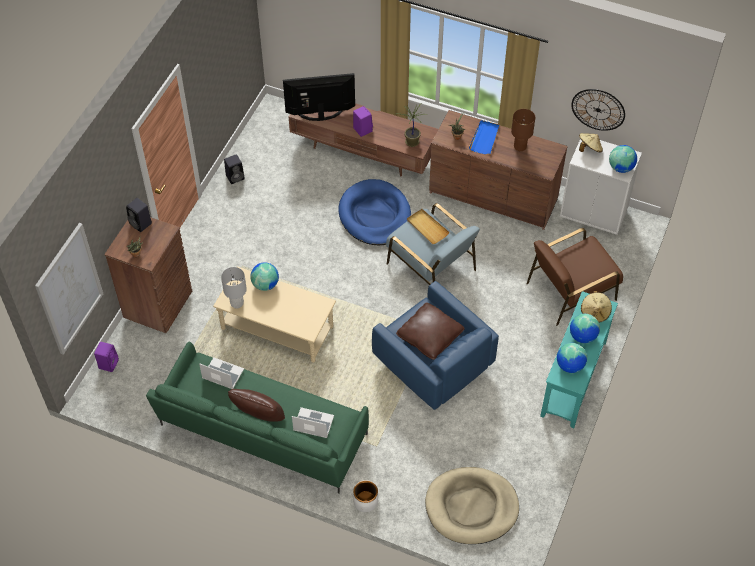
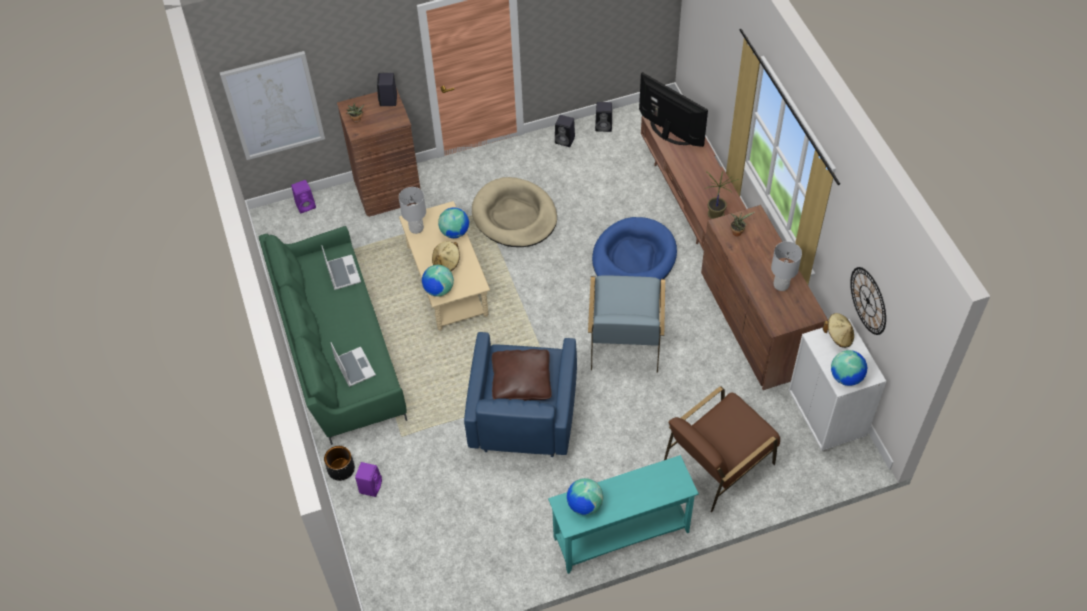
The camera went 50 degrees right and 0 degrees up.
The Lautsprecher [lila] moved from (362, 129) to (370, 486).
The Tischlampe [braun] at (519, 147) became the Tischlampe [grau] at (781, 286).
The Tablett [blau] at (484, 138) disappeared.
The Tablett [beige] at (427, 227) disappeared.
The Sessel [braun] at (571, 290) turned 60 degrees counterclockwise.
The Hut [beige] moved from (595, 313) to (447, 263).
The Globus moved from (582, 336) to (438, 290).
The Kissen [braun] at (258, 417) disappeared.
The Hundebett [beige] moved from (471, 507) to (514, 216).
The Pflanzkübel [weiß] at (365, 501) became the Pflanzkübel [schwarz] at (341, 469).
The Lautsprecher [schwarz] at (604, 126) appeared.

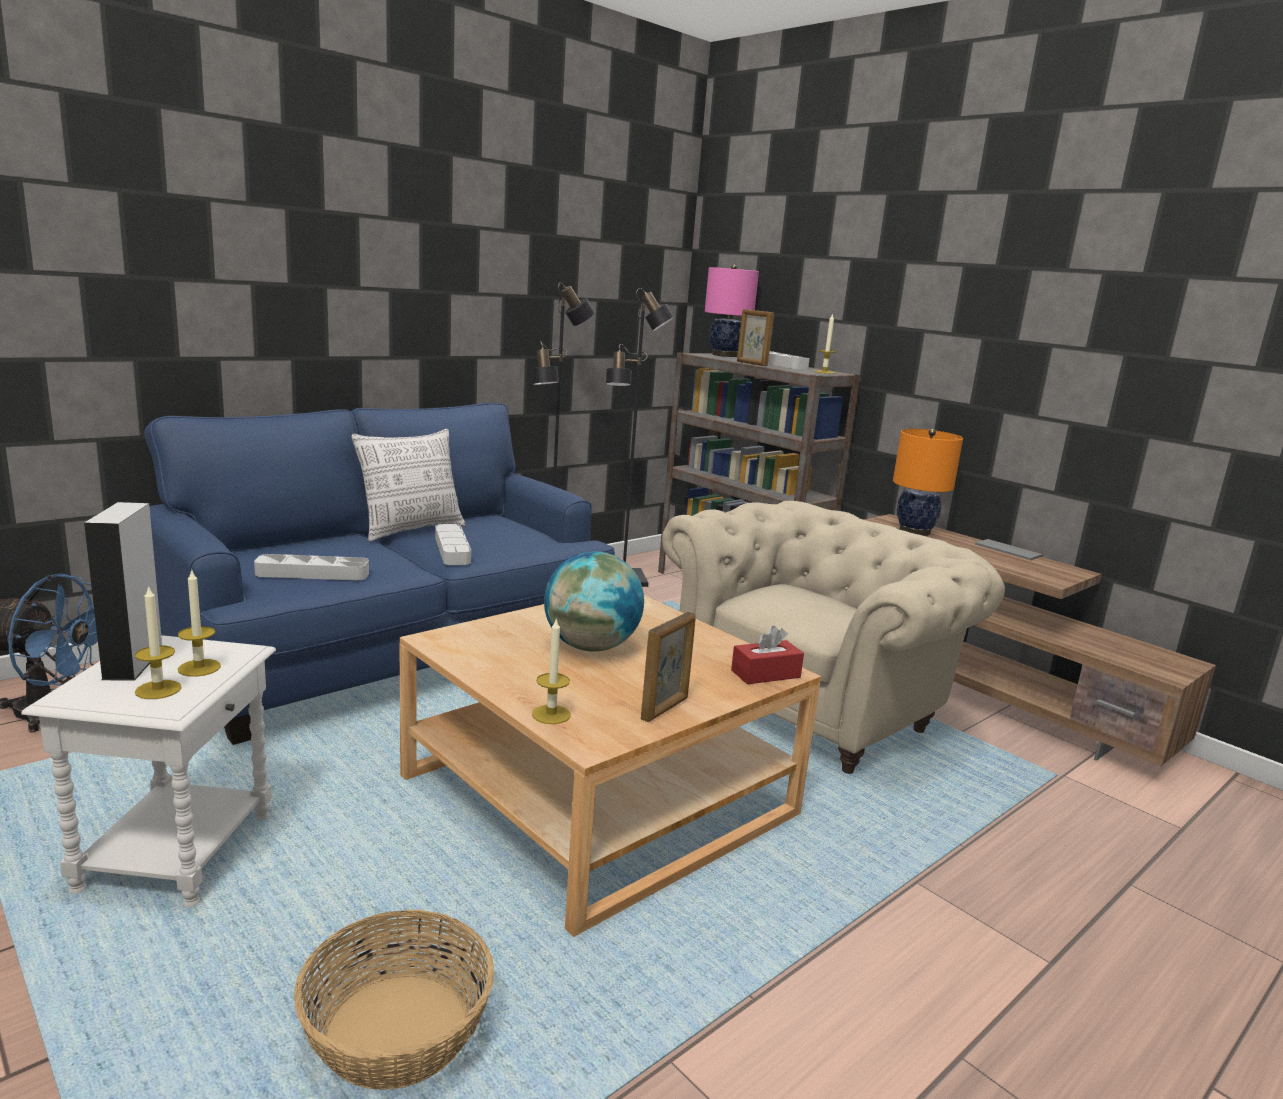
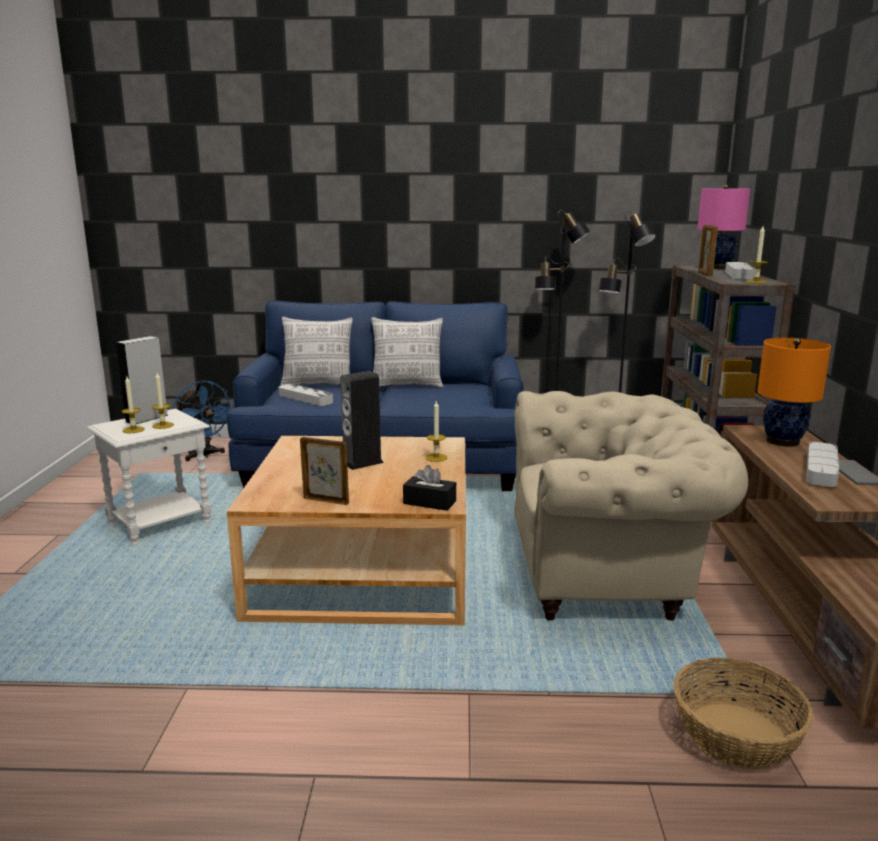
The camera went 45 degrees right and 0 degrees up.
The Tablett [grau] moved from (452, 549) to (821, 469).
The Globus at (591, 647) was replaced by the Lautsprecher at (362, 462).
The Bilderrahmen at (665, 709) turned 150 degrees counterclockwise.
The Kerze moved from (551, 714) to (436, 457).
The Taschentuchbox [rot] at (765, 674) became the Taschentuchbox [schwarz] at (429, 502).
The Korb moved from (396, 1029) to (735, 734).
The Kissen at (318, 385) appeared.

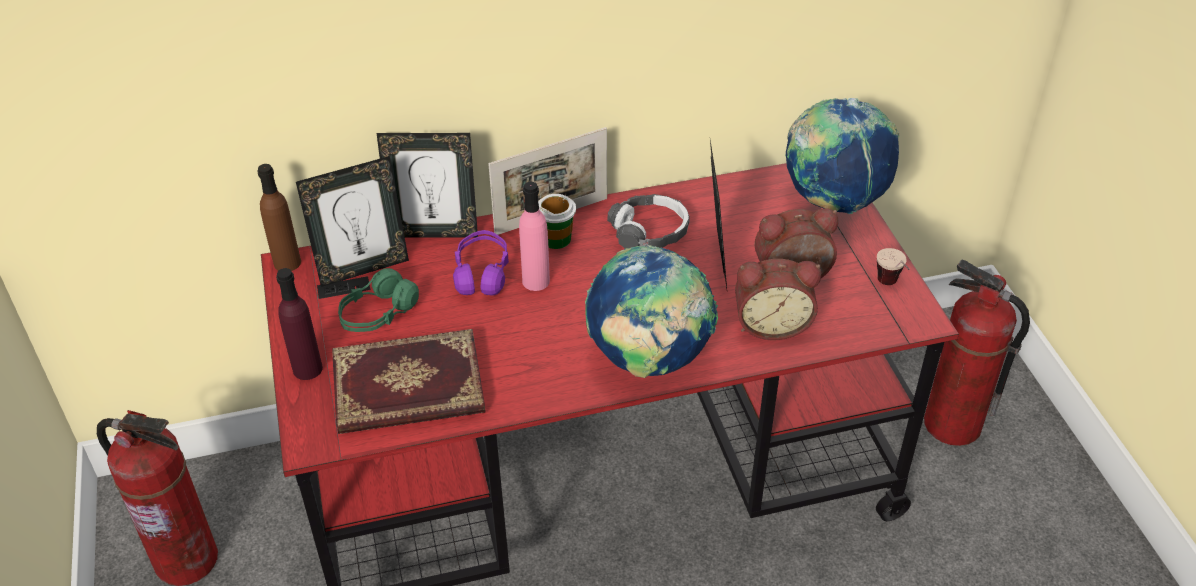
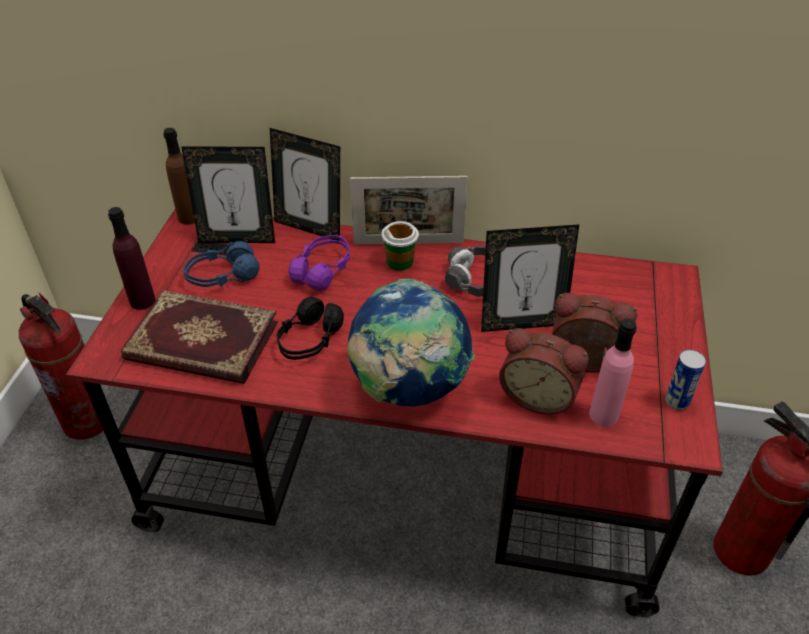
The camera went 25 degrees right and 0 degrees up.
The Globus at (833, 201) disappeared.
The Bilderrahmen at (714, 261) turned 60 degrees clockwise.
The Flasche [rosa] moved from (536, 281) to (603, 415).
The Tasse at (891, 287) was replaced by the Dose at (677, 401).
The Kopfhörer [grün] at (378, 314) became the Kopfhörer [blau] at (222, 276).
The Kopfhörer [schwarz] at (309, 340) appeared.

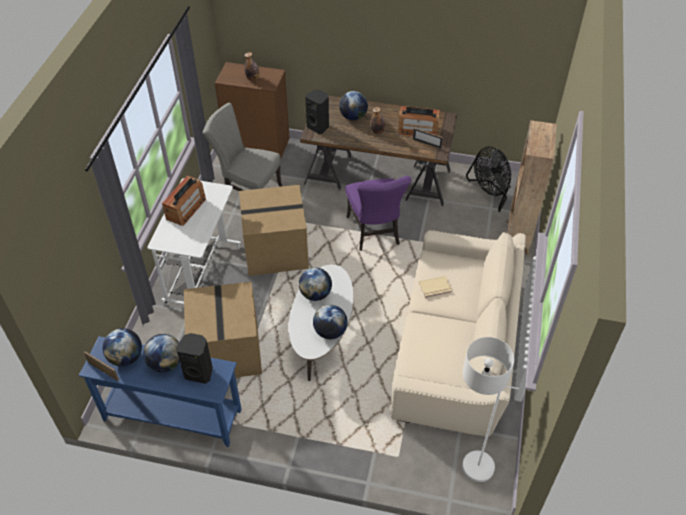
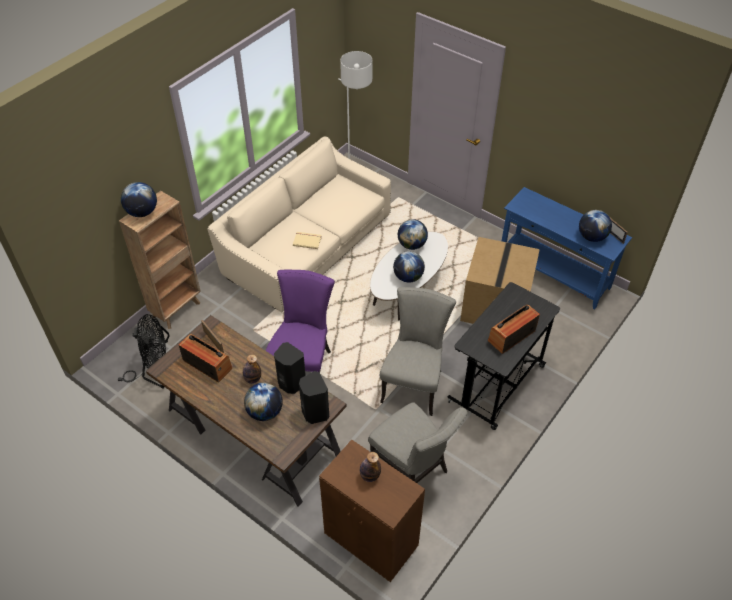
The camera went 155 degrees left and 0 degrees up.
The Schreibtisch [weiß] at (203, 274) became the Schreibtisch [schwarz] at (496, 384).
The Karton at (275, 251) was replaced by the Stuhl [grau] at (414, 383).
The Lautsprecher [schwarz] moved from (199, 372) to (291, 383).
The Globus moved from (165, 363) to (142, 212).

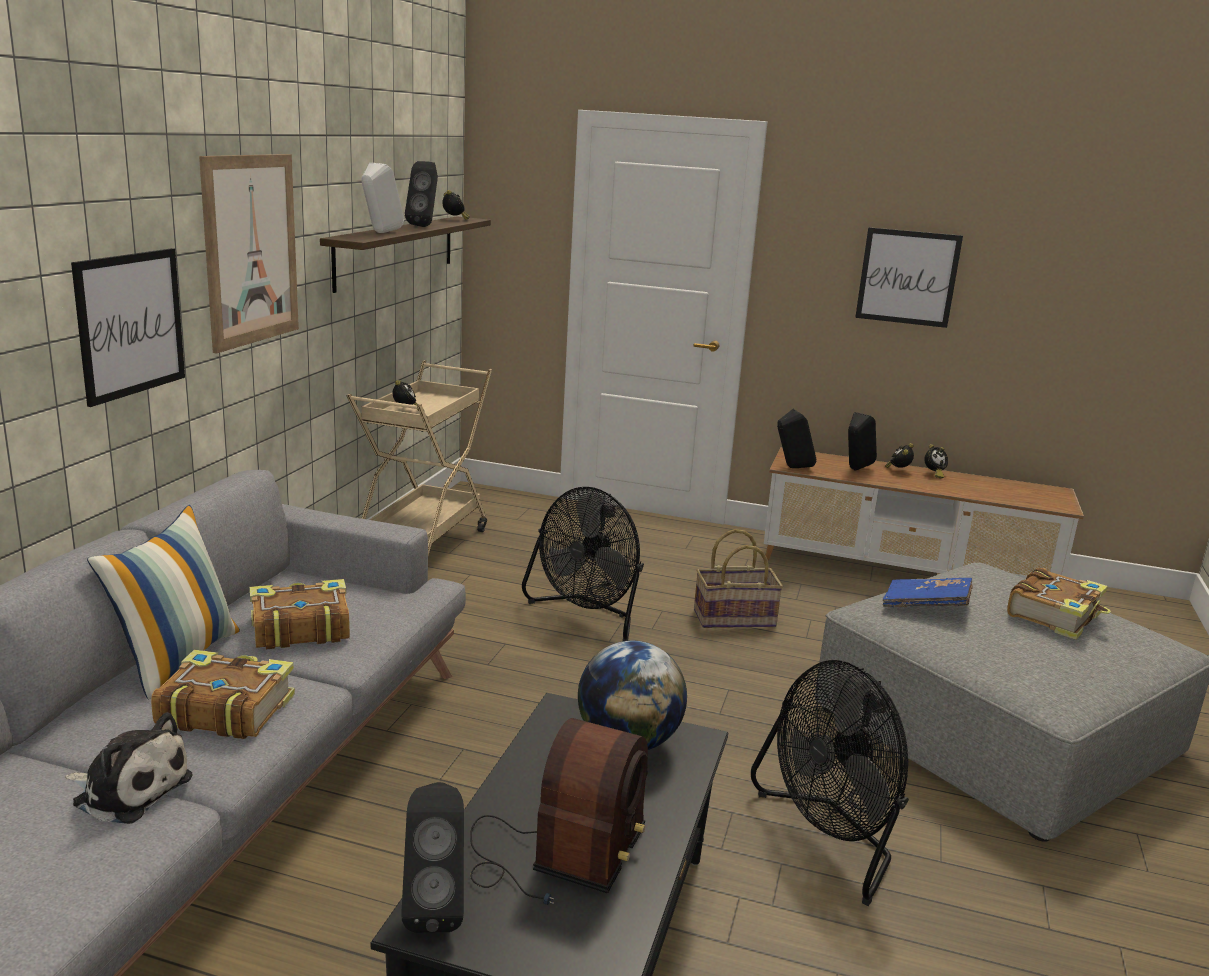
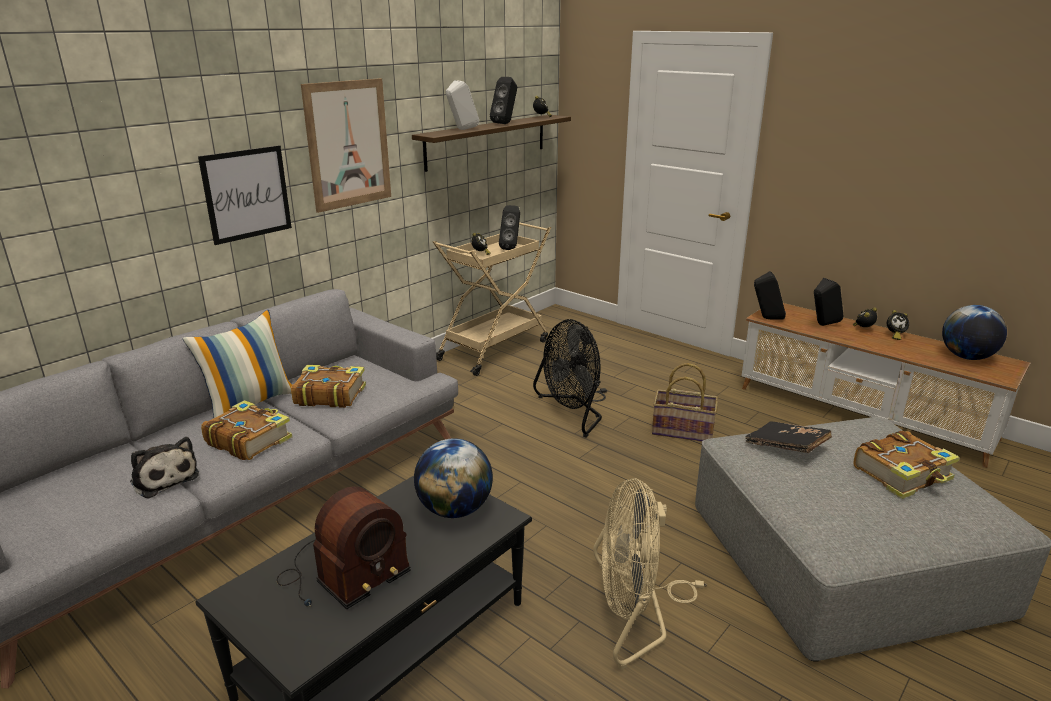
The camera went 25 degrees right and 5 degrees up.
The Bild at (907, 277) disappeared.
The Buch [blau] at (926, 606) became the Buch [schwarz] at (786, 448).
The Ventilator [schwarz] at (834, 833) became the Ventilator [beige] at (637, 609).
The Lautsprecher [schwarz] moved from (435, 907) to (512, 248).
The Globus at (967, 357) appeared.

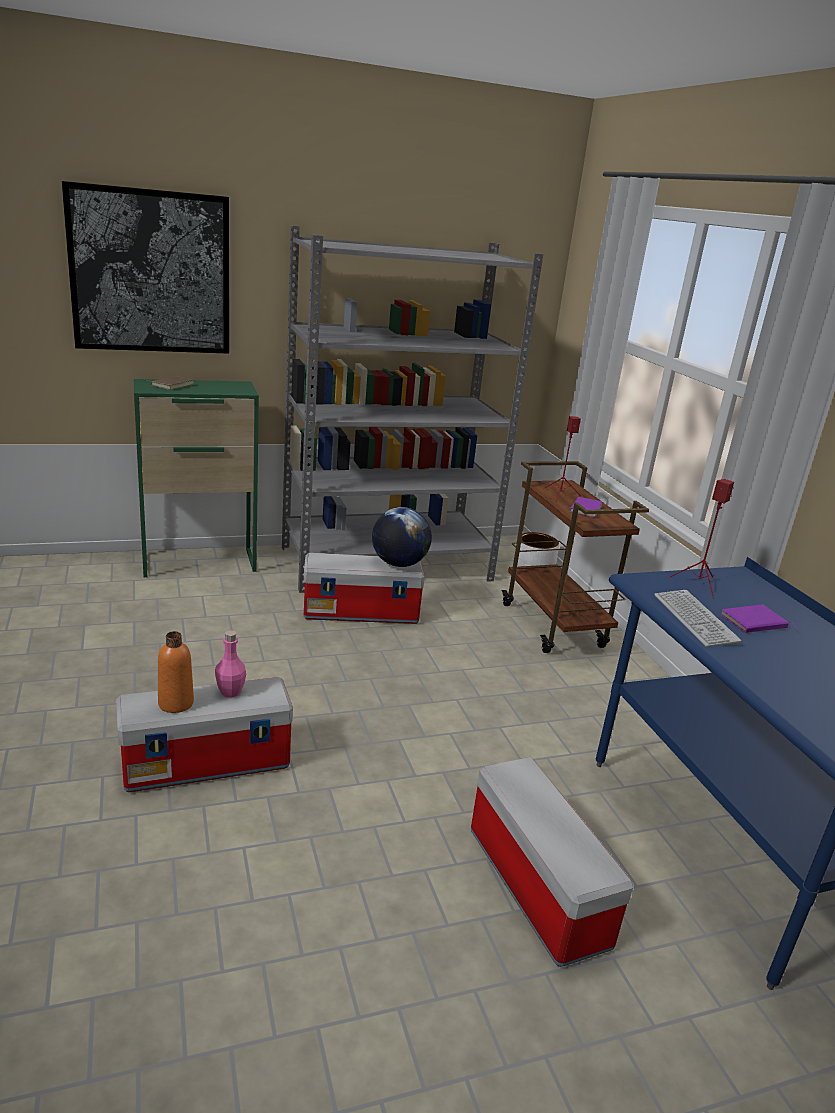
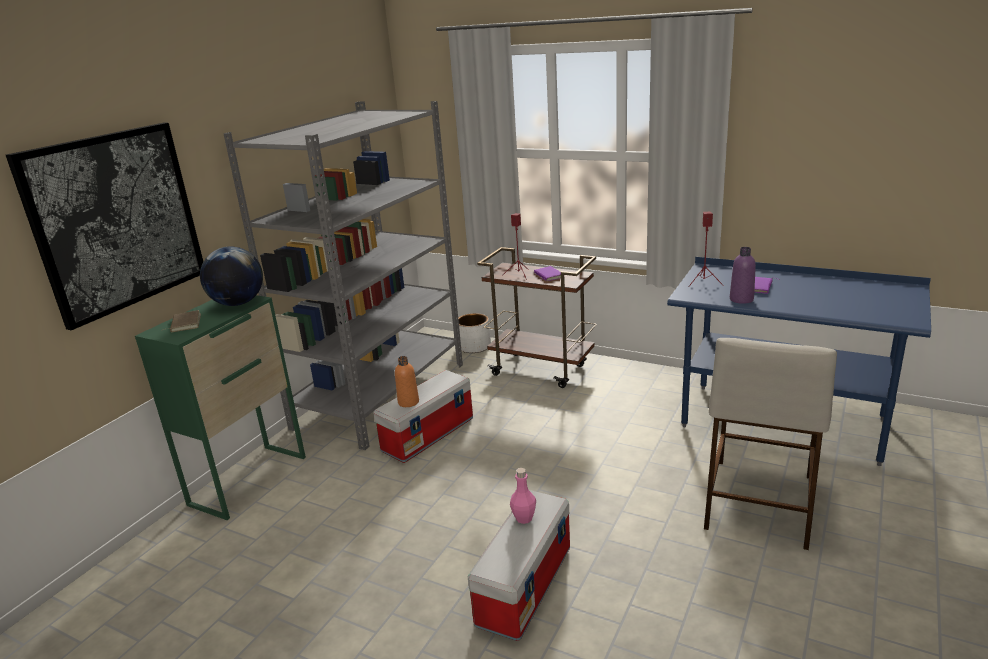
The camera went 40 degrees left and 0 degrees up.
The Globus moved from (399, 564) to (238, 303).
The Tastatur at (694, 619) was replaced by the Flasche [lila] at (741, 299).
The Flasche [orange] moved from (176, 703) to (408, 402).
The Aufbewahrungsbox at (534, 885) was replaced by the Hocker [beige] at (759, 500).

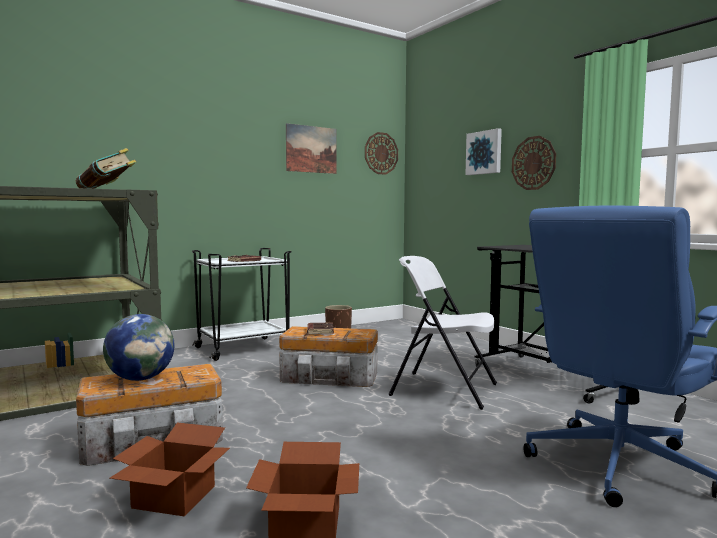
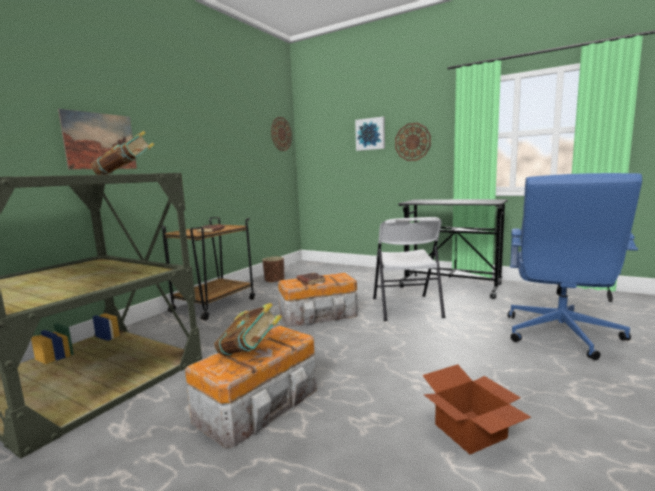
The camera went 25 degrees left and 5 degrees up.
The Bild moved from (311, 149) to (100, 141).
The Rollwagen [weiß] at (243, 348) became the Rollwagen [braun] at (215, 305).
The Stuhl [weiß] at (444, 389) turned 90 degrees counterclockwise.
The Globus at (141, 379) was replaced by the Buch at (250, 353).
The Karton at (172, 498) disappeared.

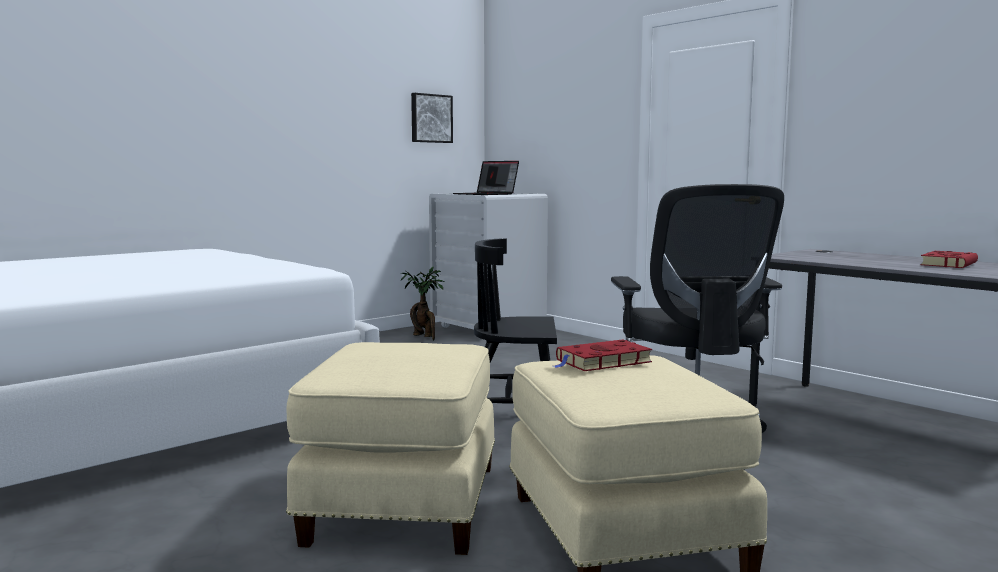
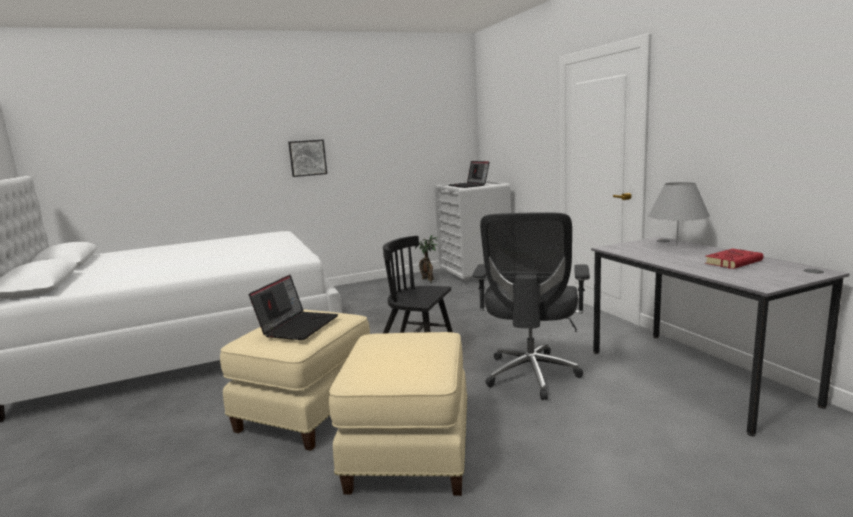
The camera went 20 degrees right and 5 degrees up.
The Bild moved from (430, 118) to (307, 158).
The Buch [rot] at (601, 362) disappeared.
The Tischlampe [grau] at (676, 245) appeared.
The Laptop at (298, 326) appeared.

